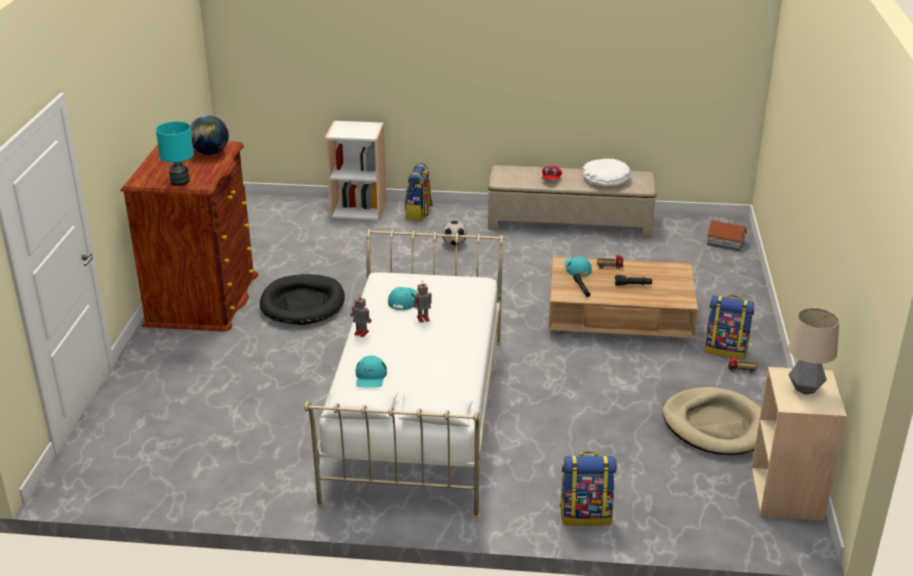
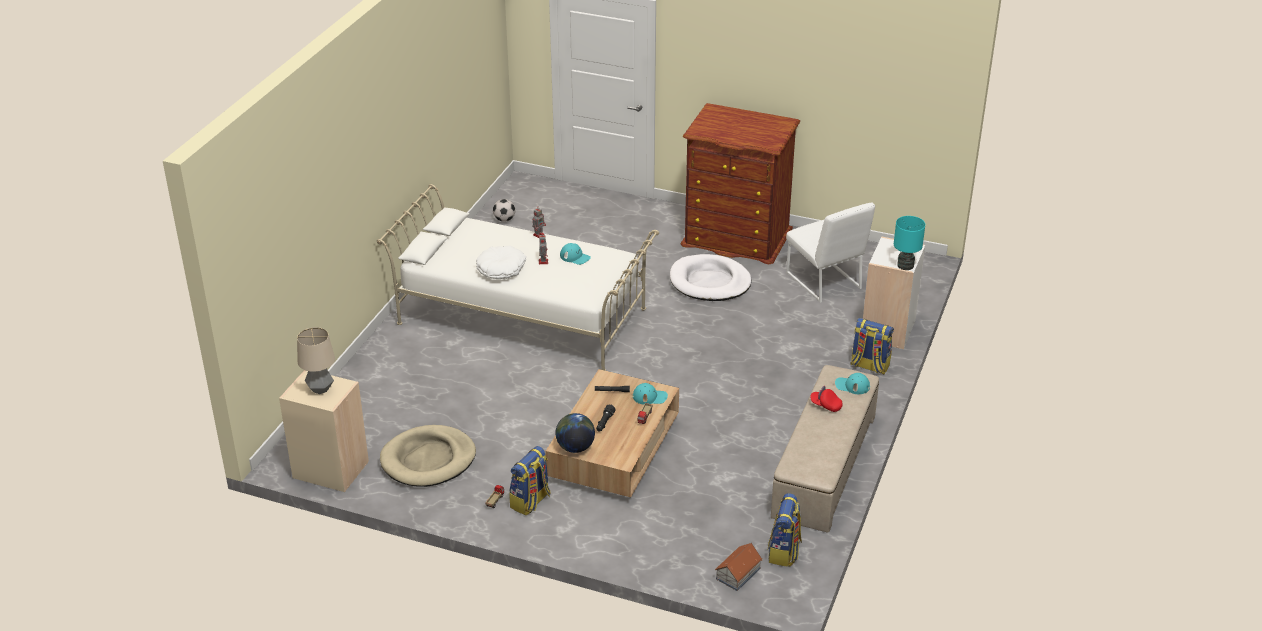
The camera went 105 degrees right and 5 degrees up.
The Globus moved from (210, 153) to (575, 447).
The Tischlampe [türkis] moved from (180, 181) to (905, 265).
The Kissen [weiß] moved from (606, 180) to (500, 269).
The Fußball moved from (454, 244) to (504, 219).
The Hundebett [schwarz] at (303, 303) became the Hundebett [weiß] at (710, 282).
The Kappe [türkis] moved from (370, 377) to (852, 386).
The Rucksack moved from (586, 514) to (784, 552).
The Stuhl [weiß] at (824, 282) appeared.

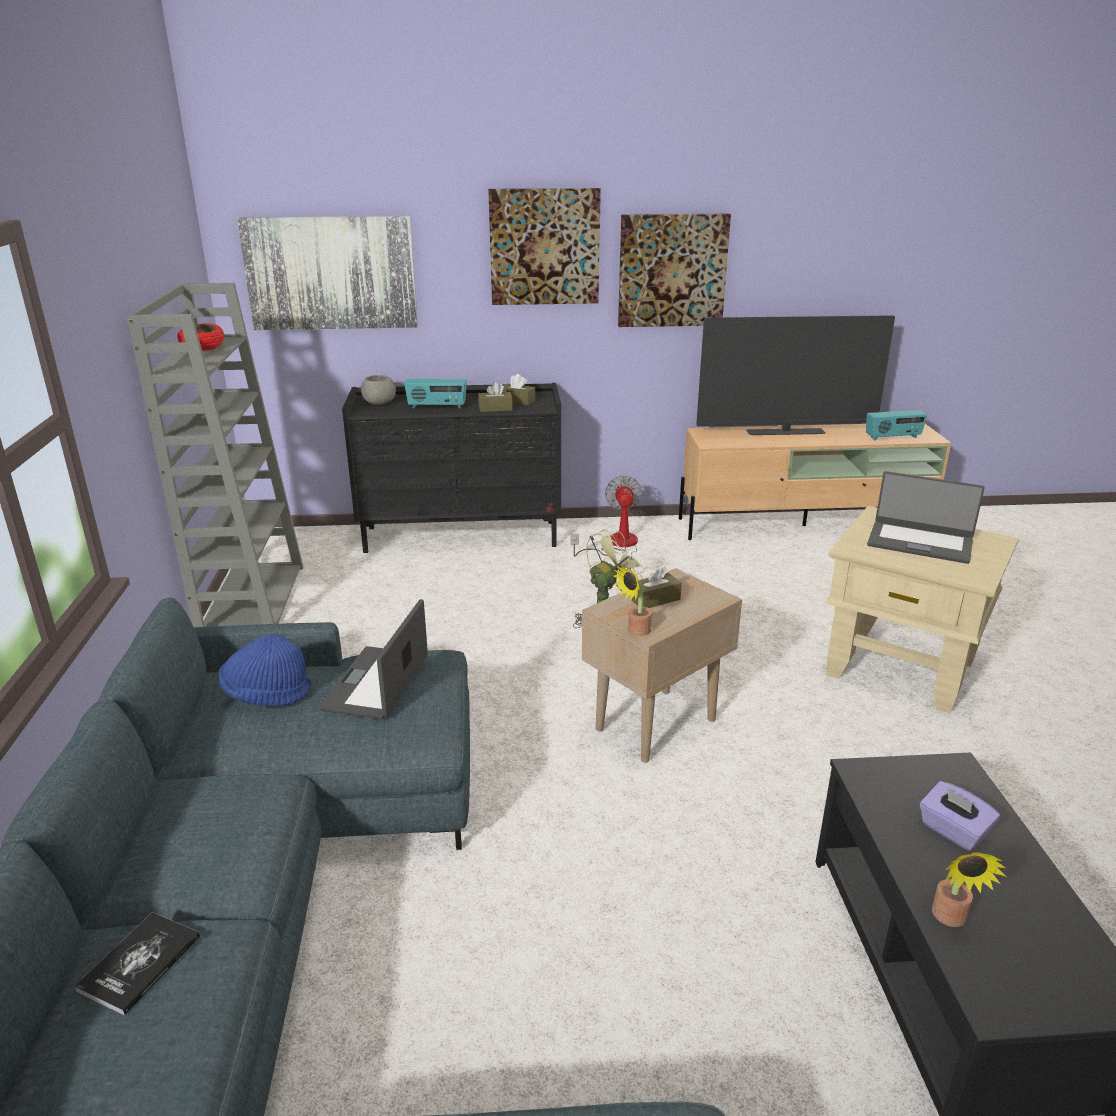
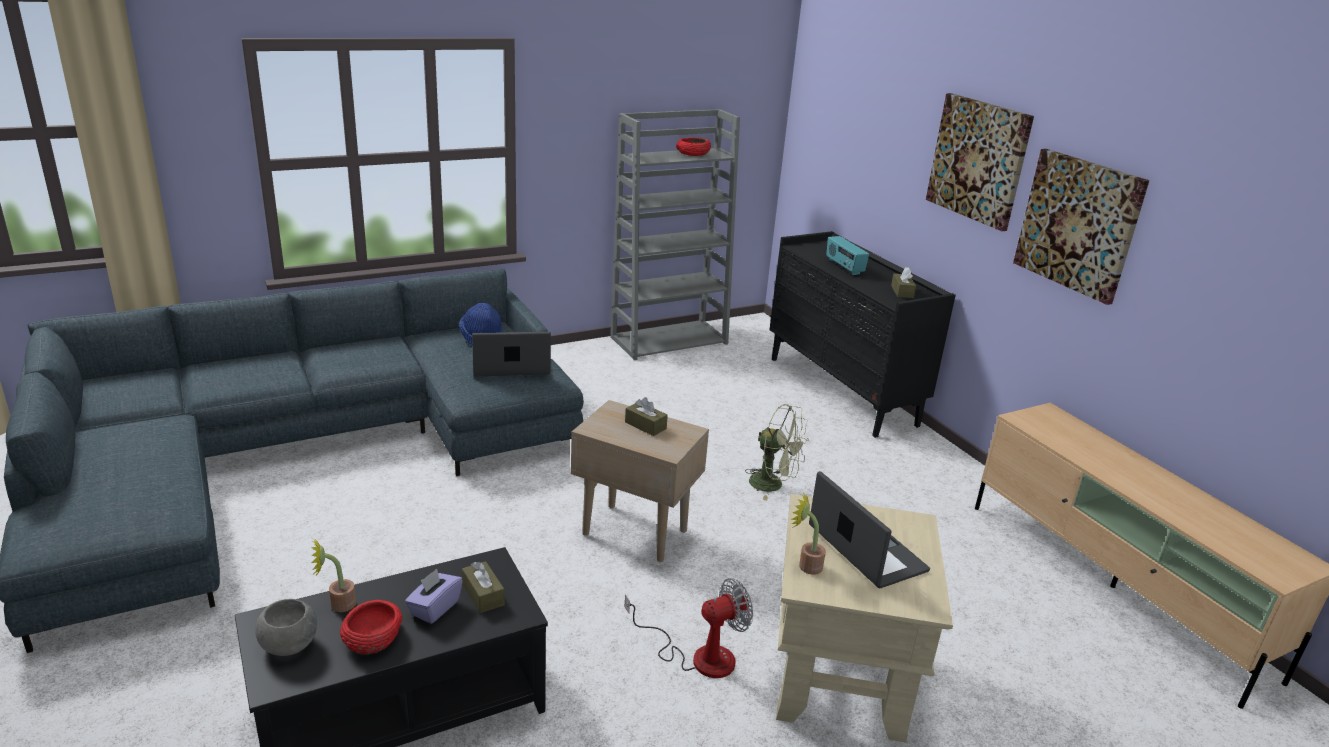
The camera went 65 degrees right and 0 degrees up.
The Bild at (331, 273) disappeared.
The Fernseher at (785, 432) disappeared.
The Schüssel [grau] moved from (379, 403) to (289, 645).
The Taschentuchbox [braun] moved from (495, 408) to (483, 595).
The Radio at (893, 437) disappeared.
The Laptop at (920, 542) turned 150 degrees clockwise.
The Ventilator moved from (614, 544) to (698, 656).
The Topfpflanze moved from (635, 631) to (805, 565).
The Buch at (140, 963) disappeared.
The Schüssel [rot] at (372, 638) appeared.

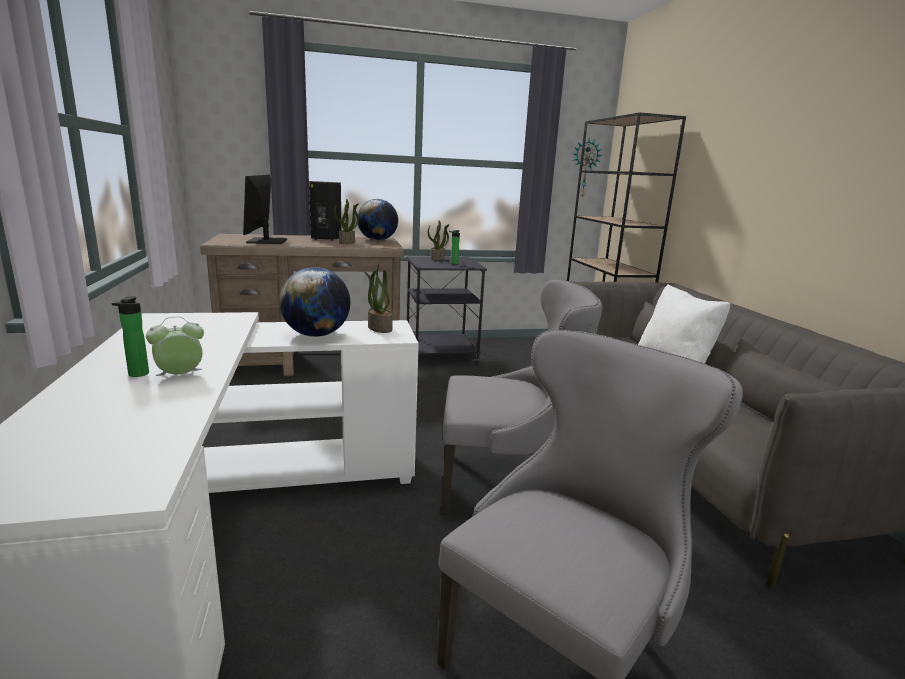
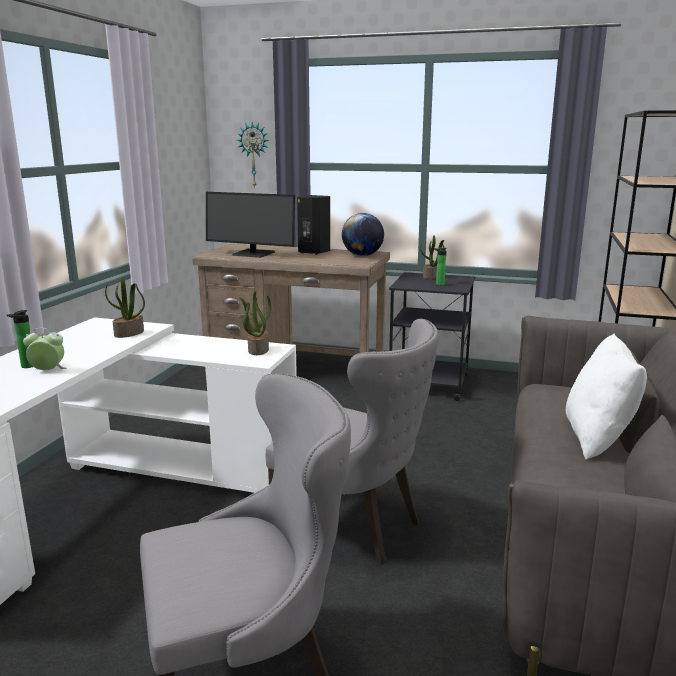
The camera went 30 degrees right and 0 degrees up.
The Wanduhr moved from (584, 168) to (254, 155).
The Monitor at (265, 241) turned 90 degrees counterclockwise.
The Topfpflanze moved from (347, 242) to (129, 333).
The Globus at (316, 335) disappeared.

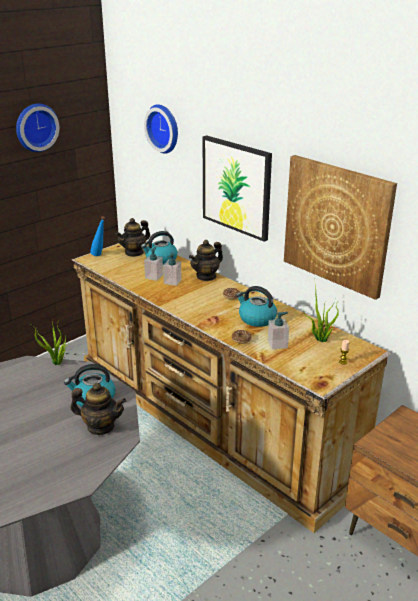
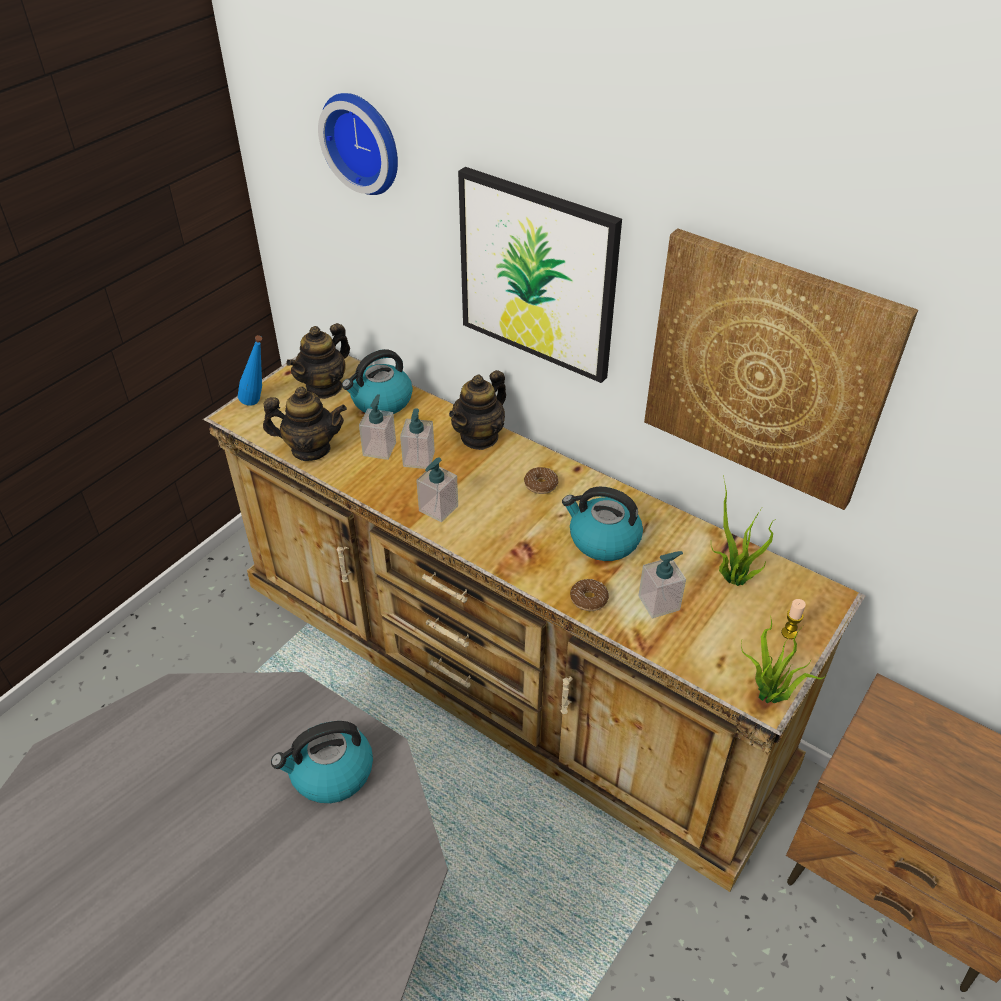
The camera went 10 degrees left and 15 degrees up.
The Wanduhr at (35, 127) disappeared.
The Topfpflanze moved from (57, 363) to (768, 698).
The Teekanne moved from (100, 427) to (310, 449).
The Seifenspender at (438, 508) appeared.

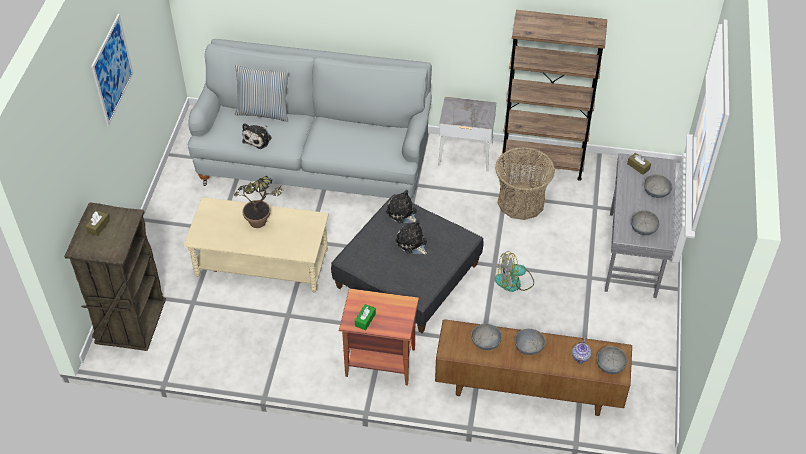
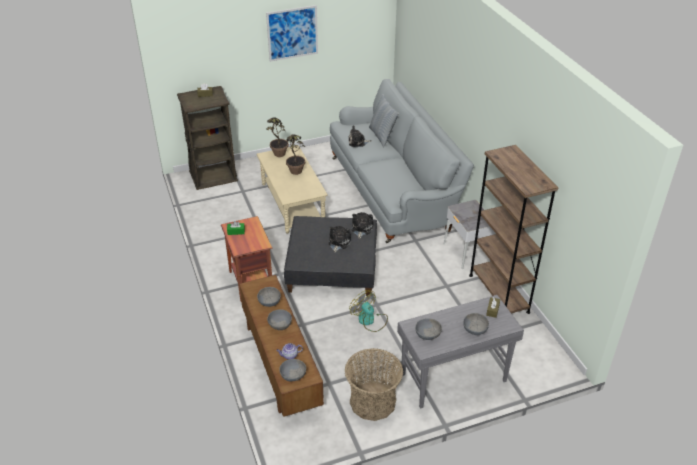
The camera went 60 degrees right and 10 degrees down.
The Korb moved from (521, 202) to (372, 401).
The Topfpflanze at (278, 156) appeared.

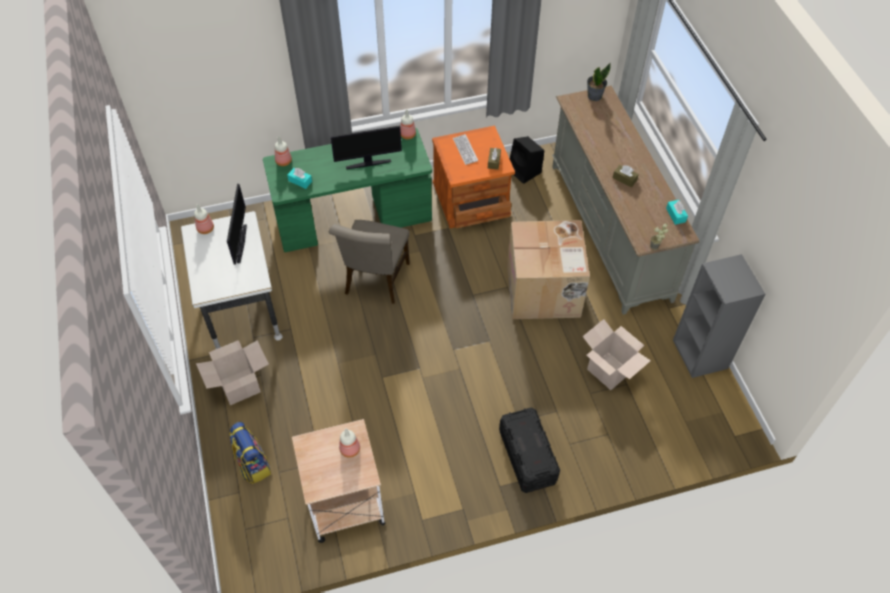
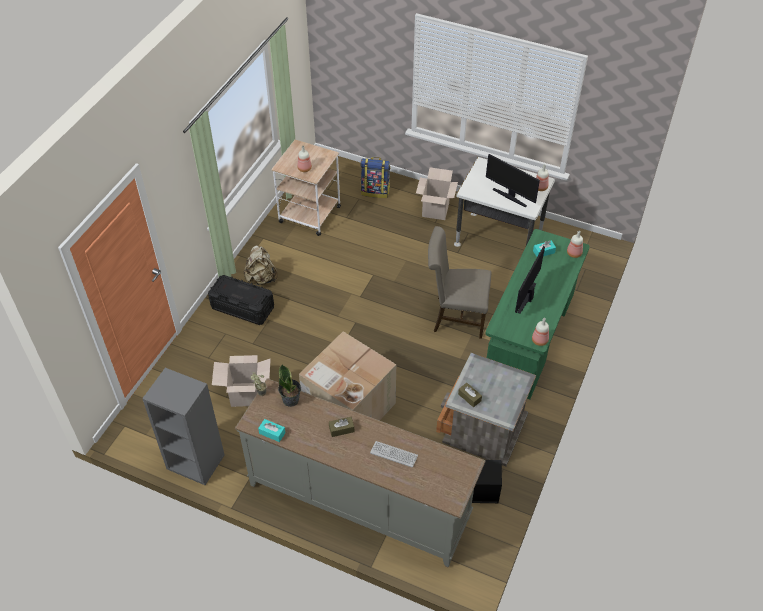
The camera went 130 degrees right and 5 degrees down.
The Topfpflanze moved from (594, 96) to (291, 399).
The Nachttisch [orange] at (473, 201) became the Nachttisch [grau] at (480, 427).
The Tastatur moved from (465, 150) to (394, 454).
The Stuhl [beige] at (375, 281) turned 45 degrees counterclockwise.
The Rucksack [beige] at (261, 278) appeared.

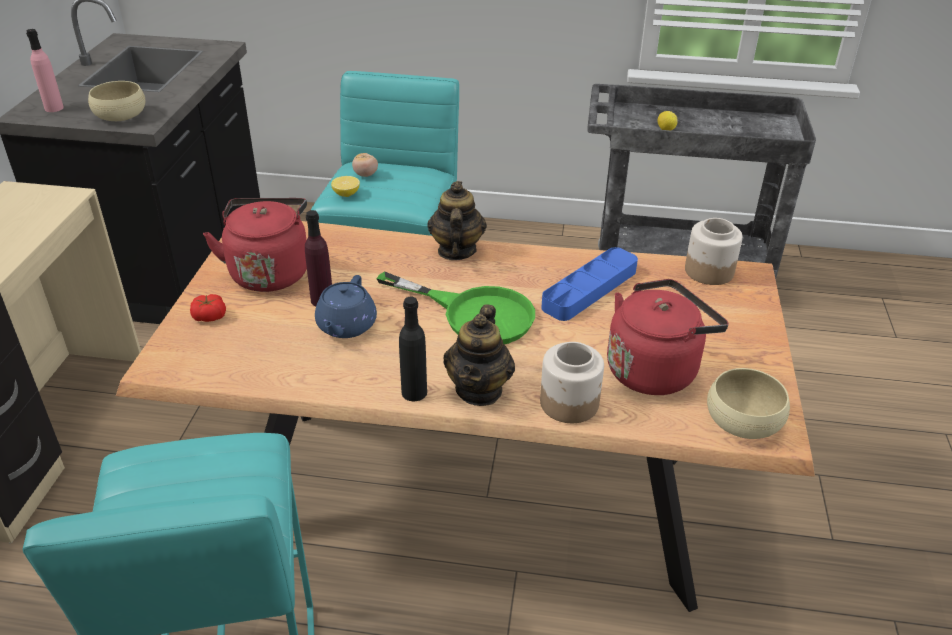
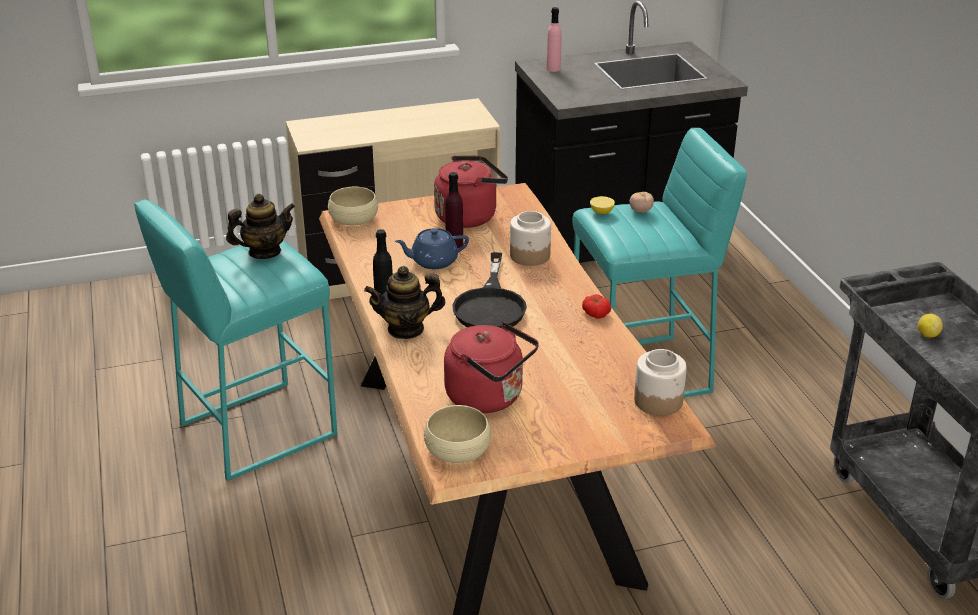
The camera went 65 degrees right and 5 degrees down.
The Schüssel [beige] moved from (120, 115) to (353, 219).
The Teekanne moved from (456, 251) to (264, 252).
The Tablett [blau] at (589, 289) disappeared.
The Pfanne [grün] at (474, 314) became the Pfanne [schwarz] at (490, 305).
The Tomate moved from (209, 316) to (596, 313).
The Vorratsglas moved from (570, 403) to (530, 256).

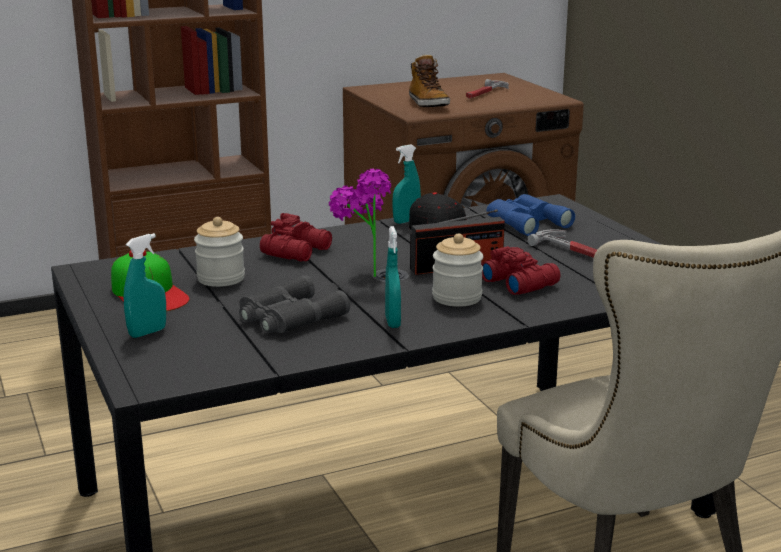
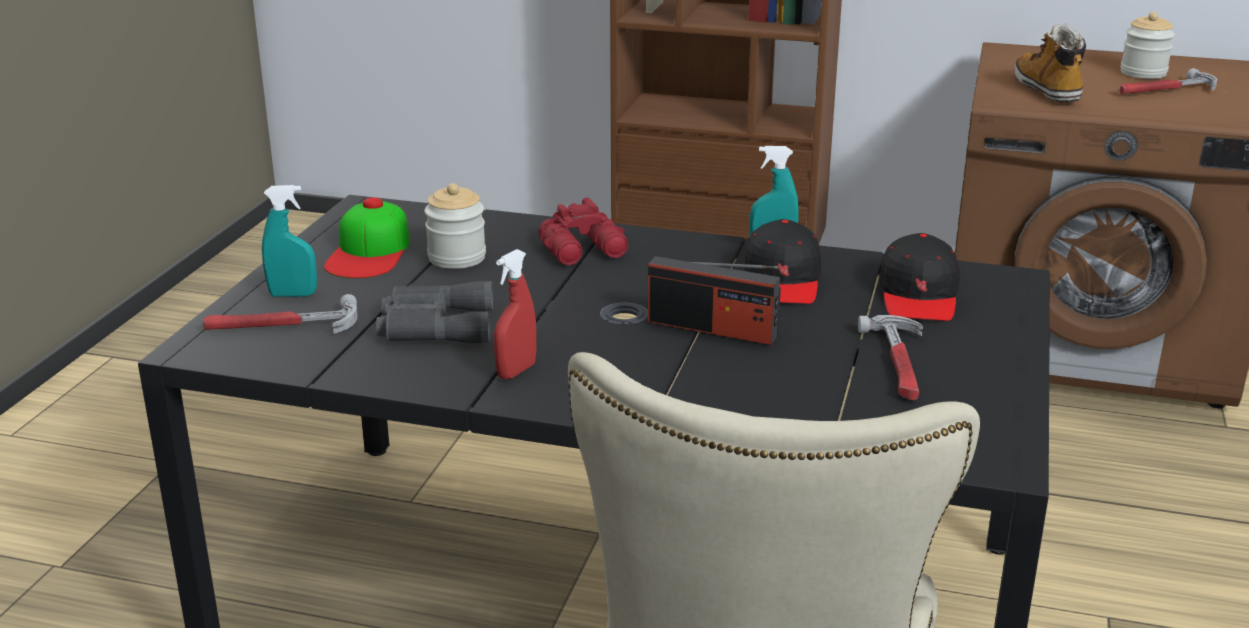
The camera went 40 degrees right and 5 degrees up.
The Stiefel at (428, 104) turned 150 degrees clockwise.
The Topfpflanze at (361, 275) disappeared.
The Fernglas [blau] at (525, 221) was replaced by the Kappe [schwarz] at (919, 296).
The Sprühflasche [türkis] at (392, 322) became the Sprühflasche [rot] at (516, 371).
The Vorratsglas moved from (457, 297) to (1143, 73).
The Fernglas [rot] at (519, 282) disappeared.
The Hammer at (281, 326) appeared.

